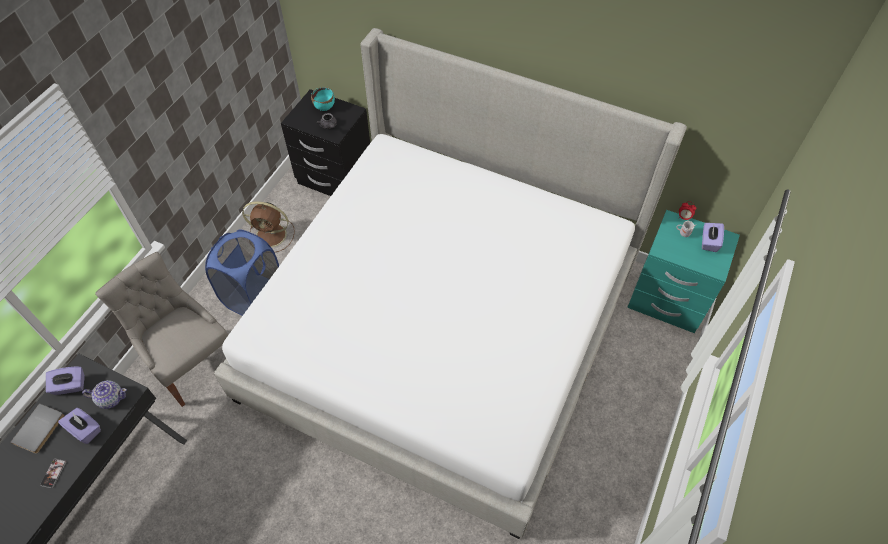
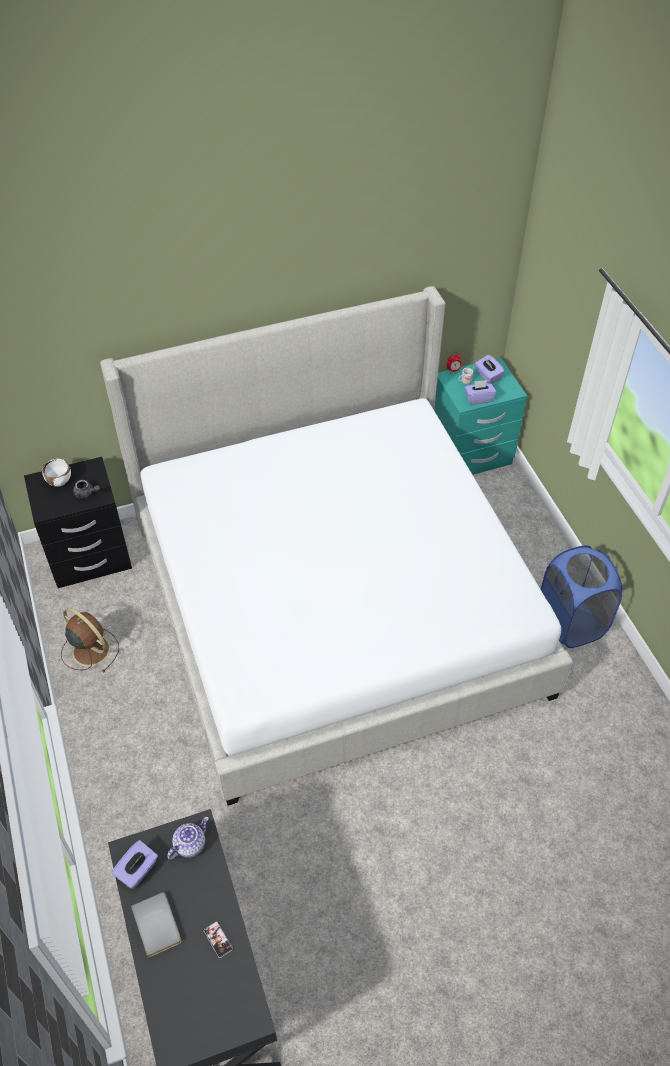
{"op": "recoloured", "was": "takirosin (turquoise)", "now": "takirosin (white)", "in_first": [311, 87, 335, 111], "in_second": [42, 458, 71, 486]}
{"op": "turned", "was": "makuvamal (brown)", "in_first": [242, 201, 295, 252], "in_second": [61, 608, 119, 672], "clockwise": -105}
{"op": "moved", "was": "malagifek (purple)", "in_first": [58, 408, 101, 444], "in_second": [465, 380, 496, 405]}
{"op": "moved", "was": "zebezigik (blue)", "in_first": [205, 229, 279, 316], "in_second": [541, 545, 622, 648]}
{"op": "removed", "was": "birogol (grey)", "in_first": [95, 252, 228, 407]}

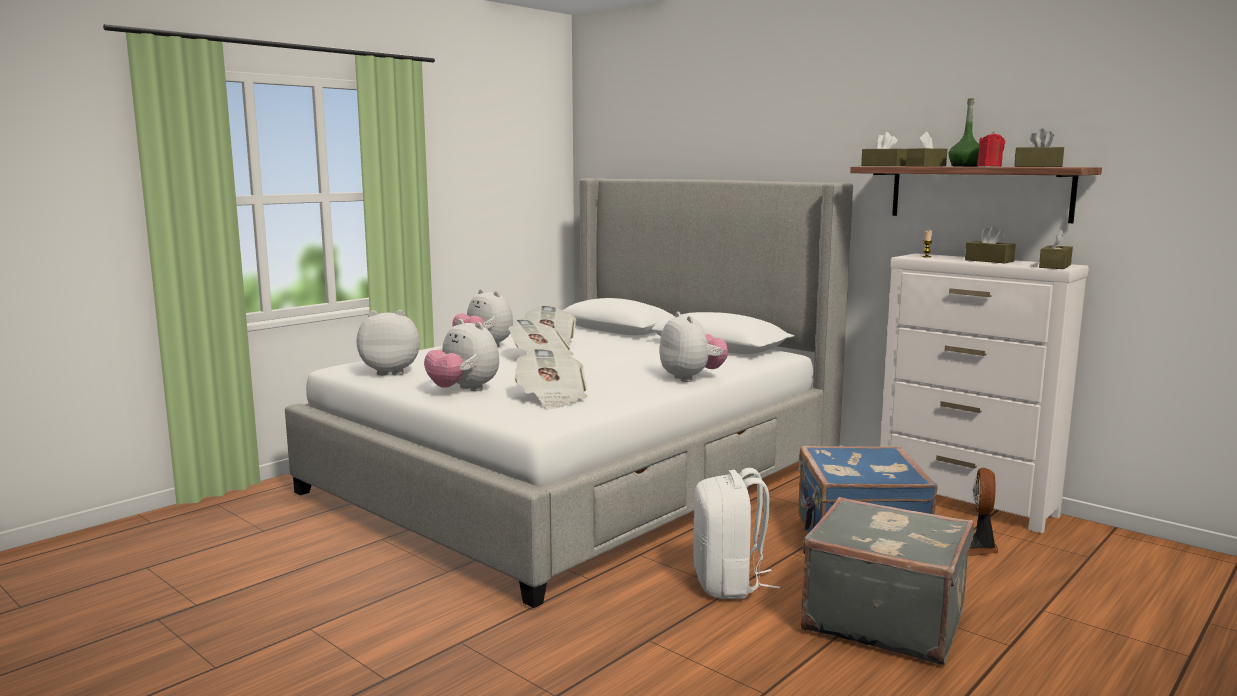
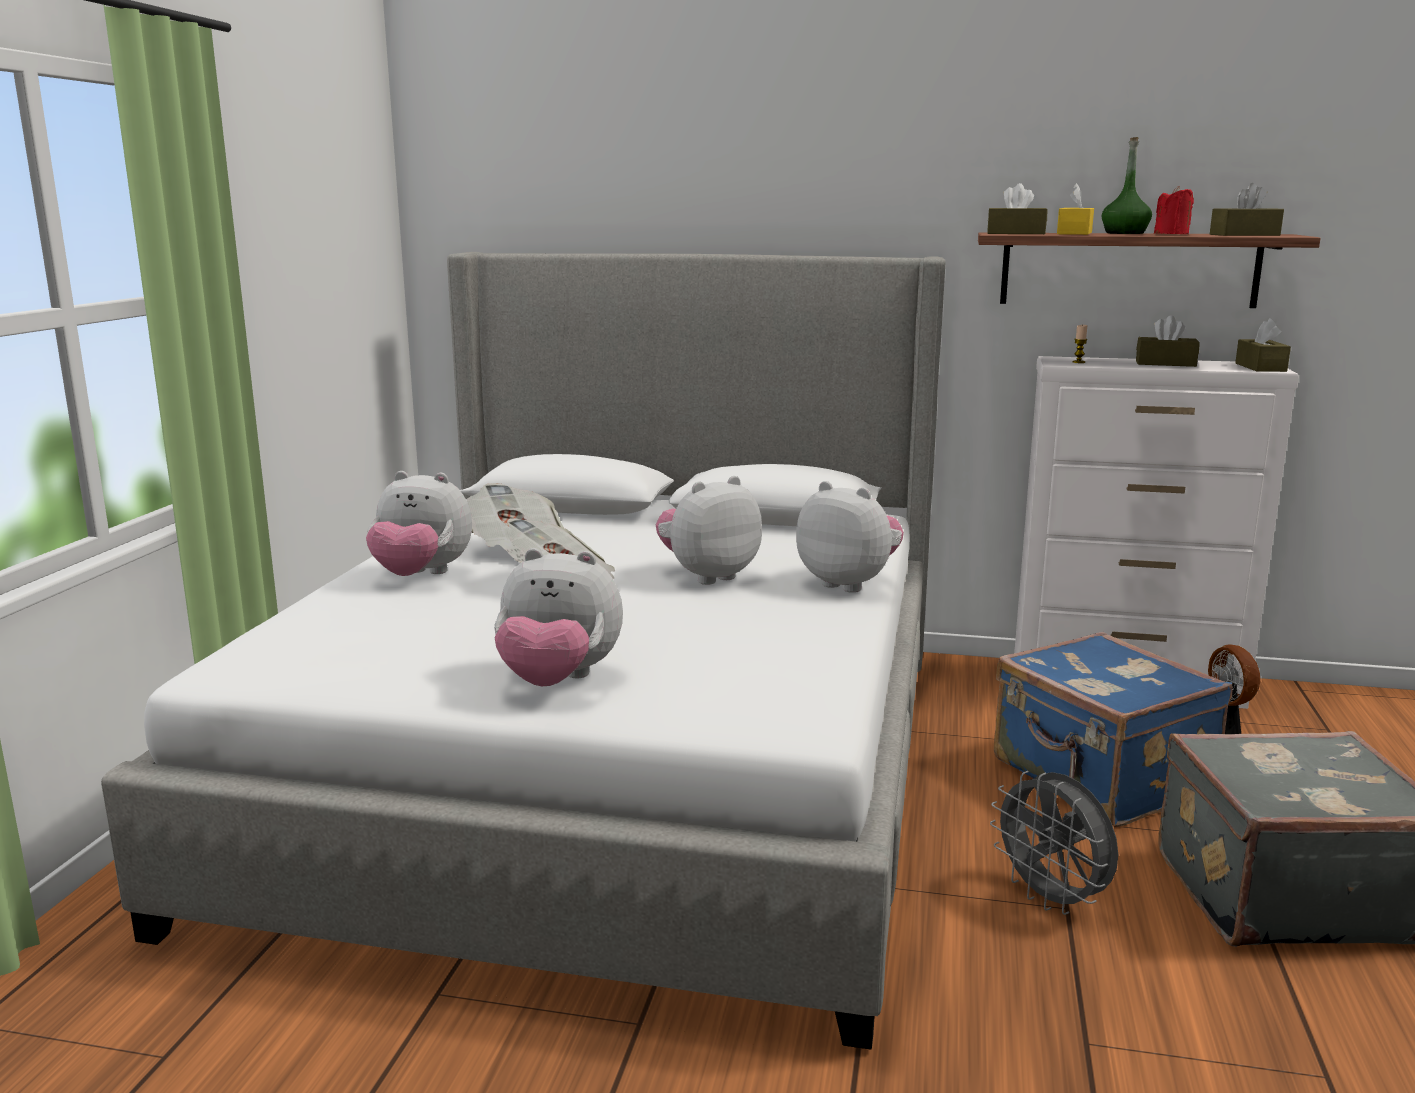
{"op": "moved", "was": "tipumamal", "in_first": [357, 310, 420, 376], "in_second": [656, 476, 762, 585]}
{"op": "replaced", "was": "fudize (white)", "now": "makuvamal (grey)", "in_first": [693, 468, 780, 599], "in_second": [990, 771, 1118, 915]}
{"op": "recoloured", "was": "malagifek (brown)", "now": "malagifek (yellow)", "in_first": [906, 132, 947, 166], "in_second": [1057, 184, 1094, 235]}
{"op": "removed", "was": "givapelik", "in_first": [515, 348, 587, 409]}

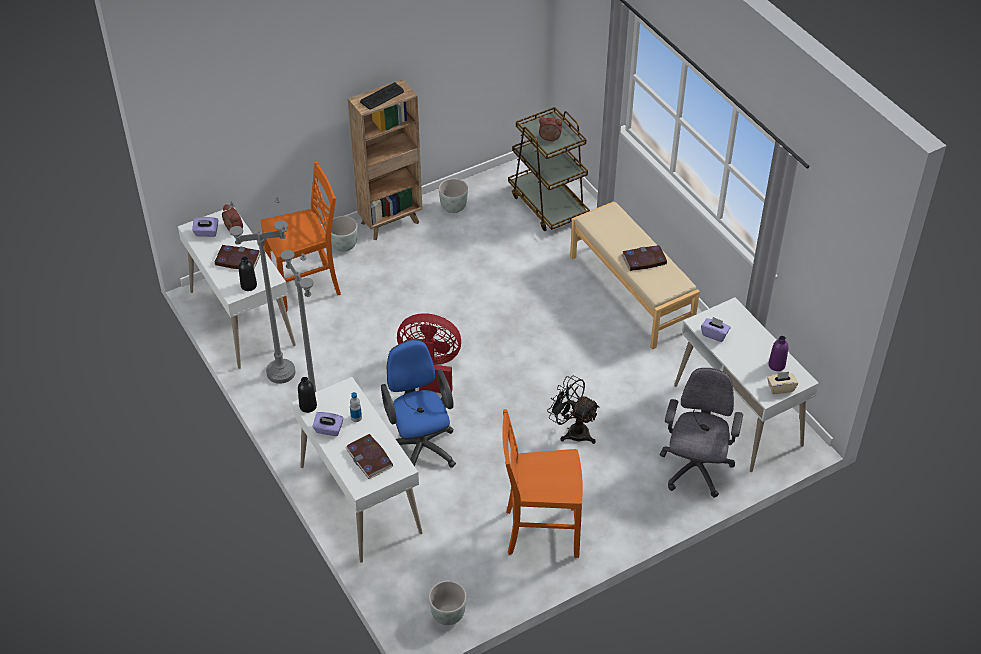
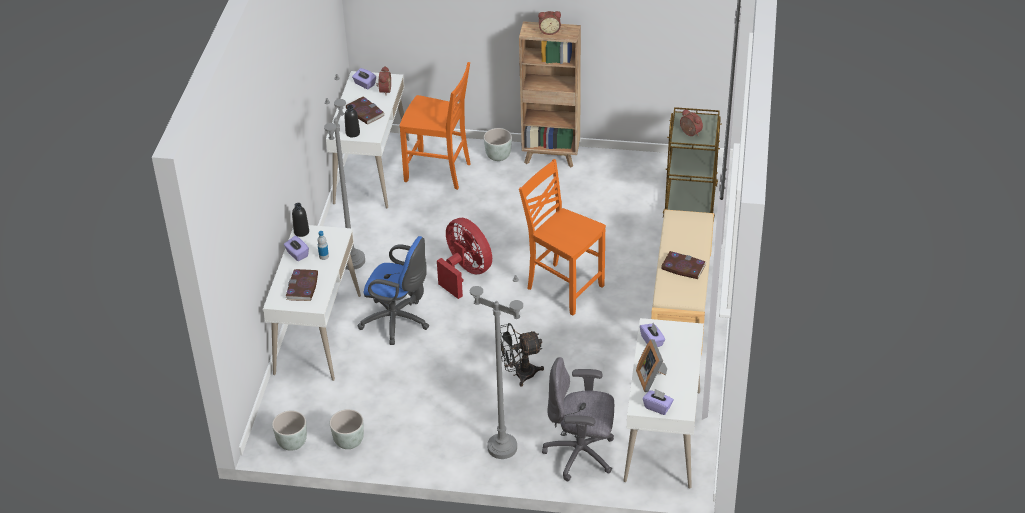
{"op": "moved", "was": "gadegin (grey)", "in_first": [439, 178, 468, 213], "in_second": [330, 409, 364, 449]}
{"op": "turned", "was": "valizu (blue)", "in_first": [381, 339, 456, 468], "in_second": [358, 236, 429, 345], "clockwise": 90}
{"op": "moved", "was": "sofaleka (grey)", "in_first": [229, 196, 295, 384], "in_second": [470, 261, 523, 459]}
{"op": "turned", "was": "makuvamal (black)", "in_first": [547, 376, 600, 444], "in_second": [500, 323, 544, 387], "clockwise": -90}
{"op": "moved", "was": "birogol (orange)", "in_first": [502, 409, 583, 558], "in_second": [519, 159, 606, 315]}
{"op": "replaced", "was": "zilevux", "now": "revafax", "in_first": [360, 82, 404, 109], "in_second": [538, 11, 561, 35]}
{"op": "turned", "was": "valizu (grey)", "in_first": [660, 368, 743, 498], "in_second": [542, 357, 614, 481], "clockwise": -135}
{"op": "added", "now": "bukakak", "in_second": [636, 339, 667, 392]}
{"op": "recoloured", "was": "malagifek (beige)", "now": "malagifek (purple)", "in_first": [767, 372, 798, 394], "in_second": [643, 389, 674, 415]}
{"op": "removed", "was": "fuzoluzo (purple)", "in_first": [768, 336, 789, 371]}

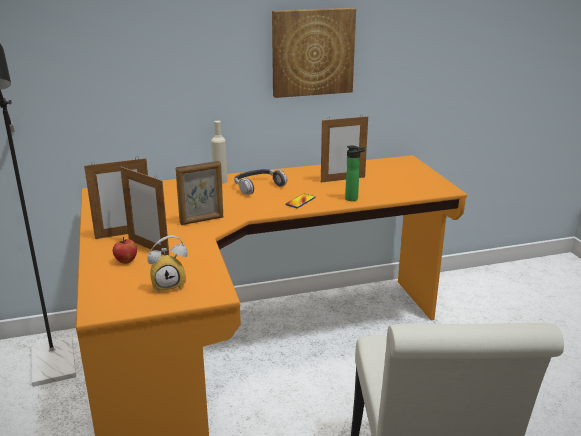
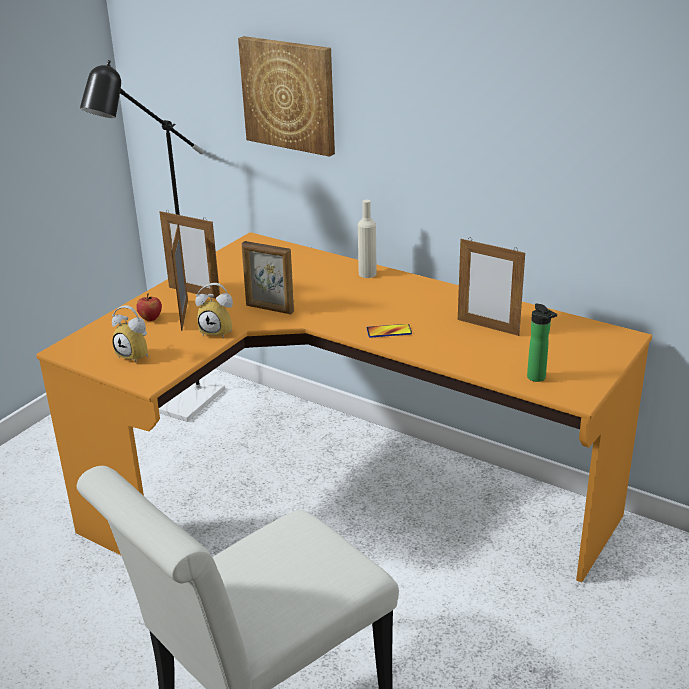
{"op": "added", "now": "revafax", "in_second": [195, 283, 233, 338]}
{"op": "moved", "was": "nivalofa", "in_first": [272, 8, 356, 98], "in_second": [238, 36, 335, 157]}
{"op": "moved", "was": "fuzoluzo", "in_first": [345, 145, 366, 201], "in_second": [527, 304, 557, 382]}
{"op": "removed", "was": "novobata", "in_first": [234, 169, 287, 195]}

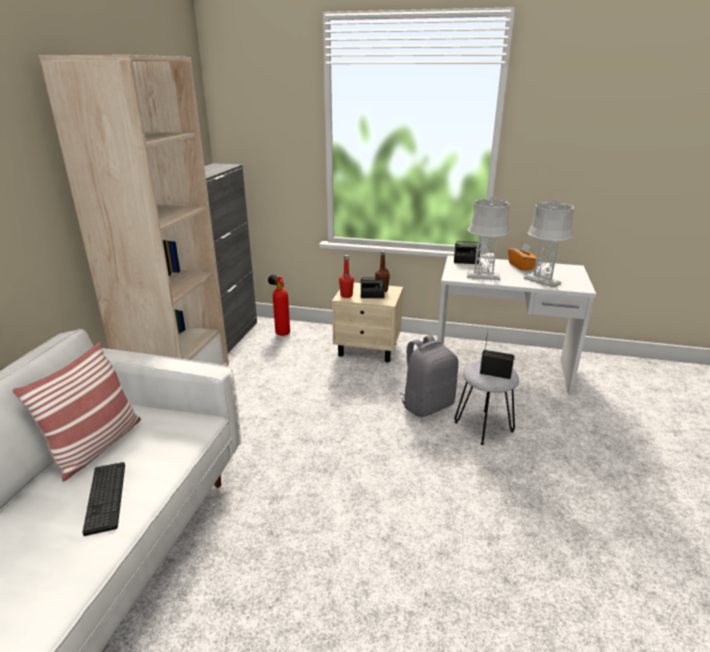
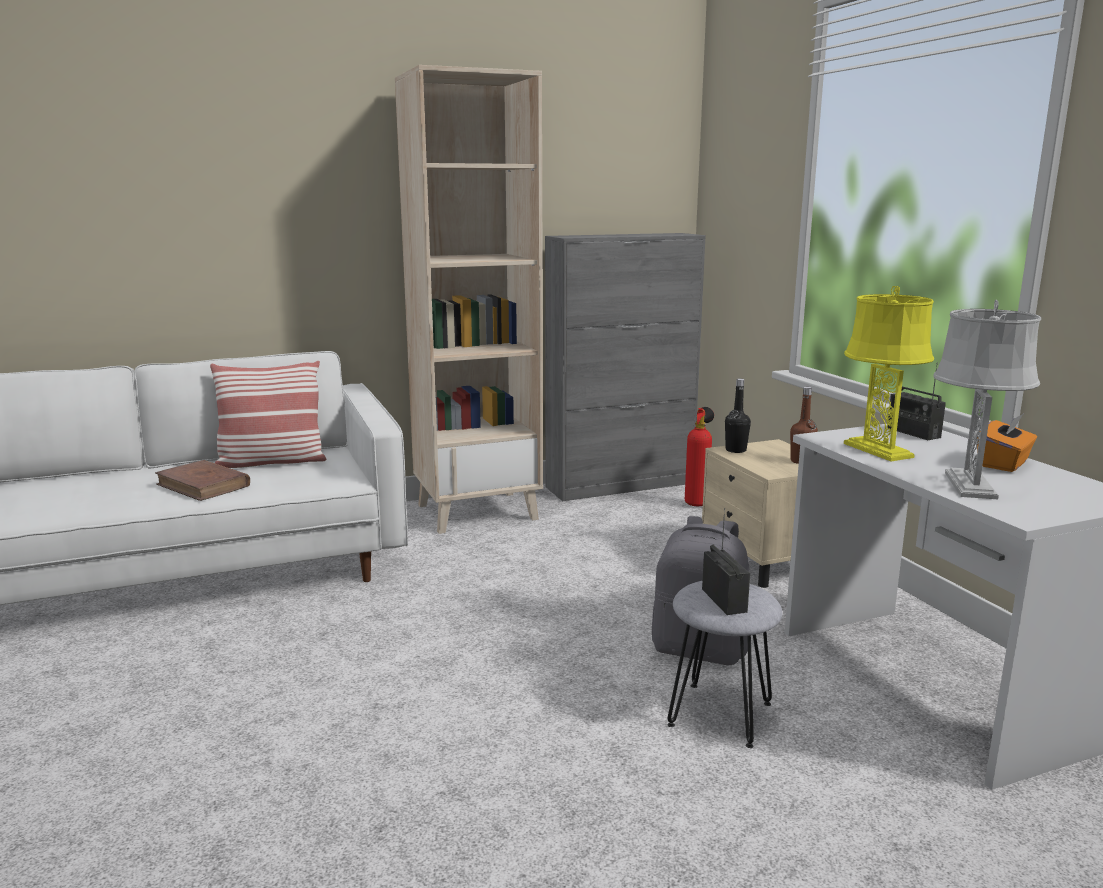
{"op": "replaced", "was": "zilevux", "now": "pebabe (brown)", "in_first": [82, 462, 125, 536], "in_second": [155, 460, 250, 501]}
{"op": "recoloured", "was": "fuzoluzo (red)", "now": "fuzoluzo (black)", "in_first": [339, 255, 354, 298], "in_second": [725, 378, 751, 453]}
{"op": "recoloured", "was": "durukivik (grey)", "now": "durukivik (yellow)", "in_first": [467, 197, 510, 280], "in_second": [844, 286, 934, 461]}
{"op": "removed", "was": "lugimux", "in_first": [360, 271, 385, 298]}

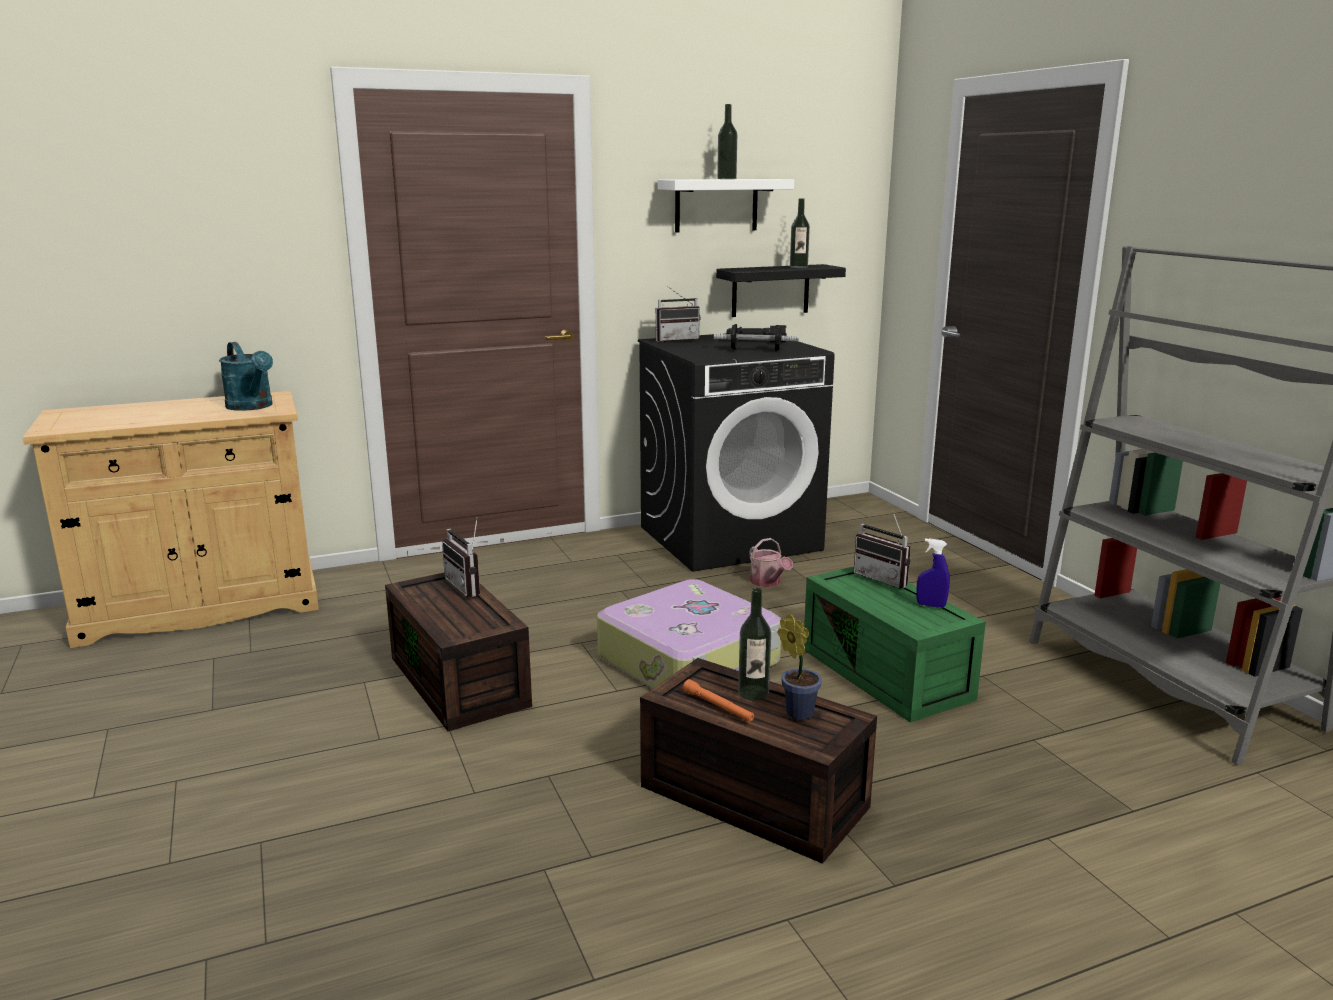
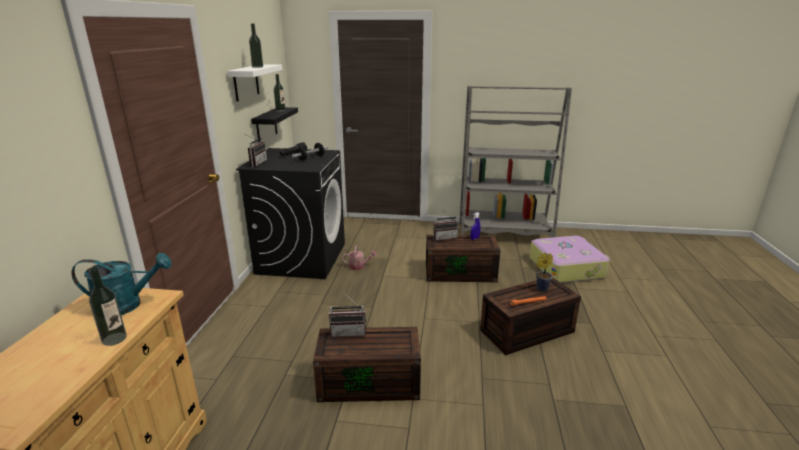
{"op": "moved", "was": "fuzoluzo", "in_first": [738, 588, 771, 700], "in_second": [89, 267, 127, 346]}
{"op": "recoloured", "was": "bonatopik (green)", "now": "bonatopik (brown)", "in_first": [804, 566, 986, 723], "in_second": [426, 235, 500, 282]}
{"op": "moved", "was": "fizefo", "in_first": [597, 579, 781, 689], "in_second": [529, 236, 610, 283]}

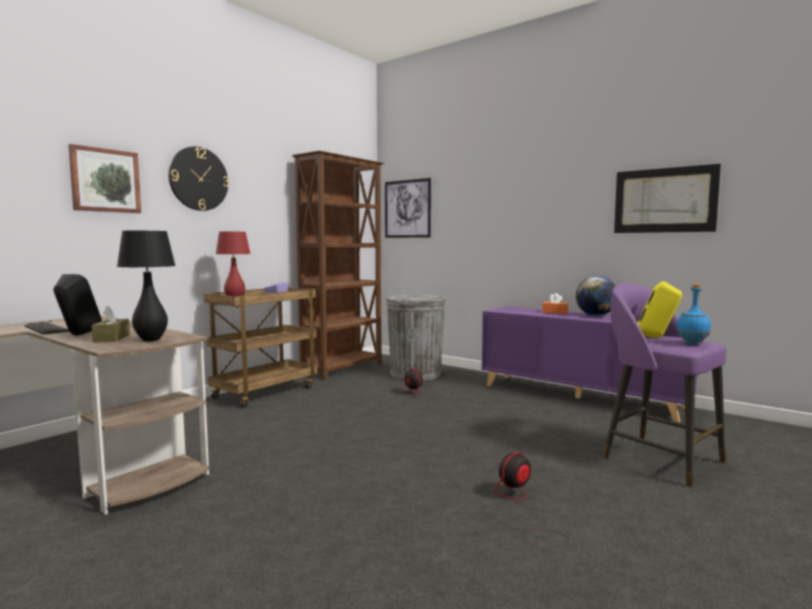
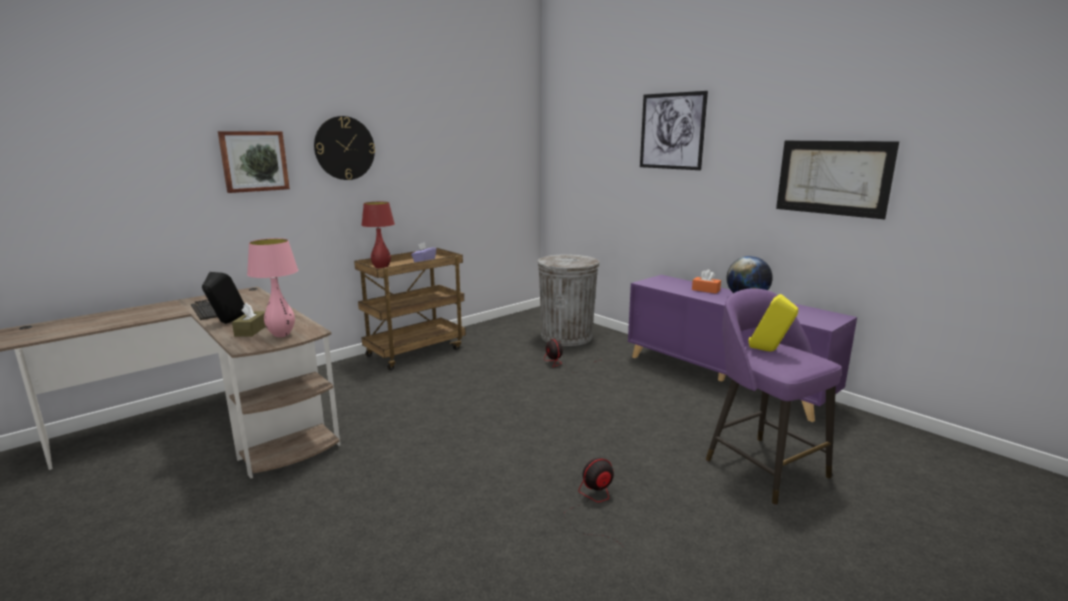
{"op": "recoloured", "was": "durukivik (black)", "now": "durukivik (pink)", "in_first": [117, 231, 176, 341], "in_second": [247, 238, 298, 337]}
{"op": "moved", "was": "nivalofa", "in_first": [385, 178, 431, 238], "in_second": [640, 91, 708, 170]}
{"op": "removed", "was": "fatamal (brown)", "in_first": [292, 151, 384, 380]}
{"op": "removed", "was": "fuzoluzo (blue)", "in_first": [676, 284, 711, 345]}

